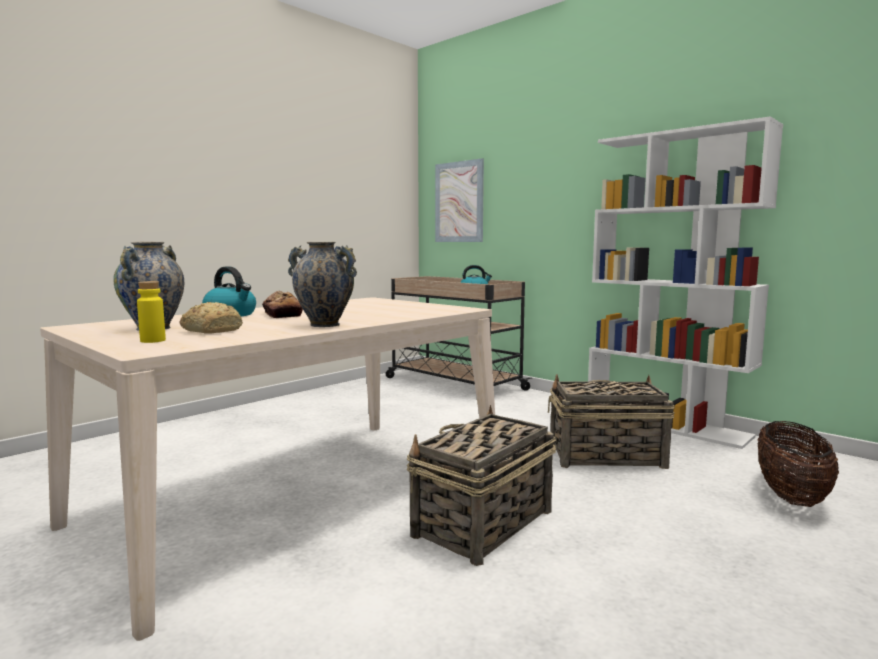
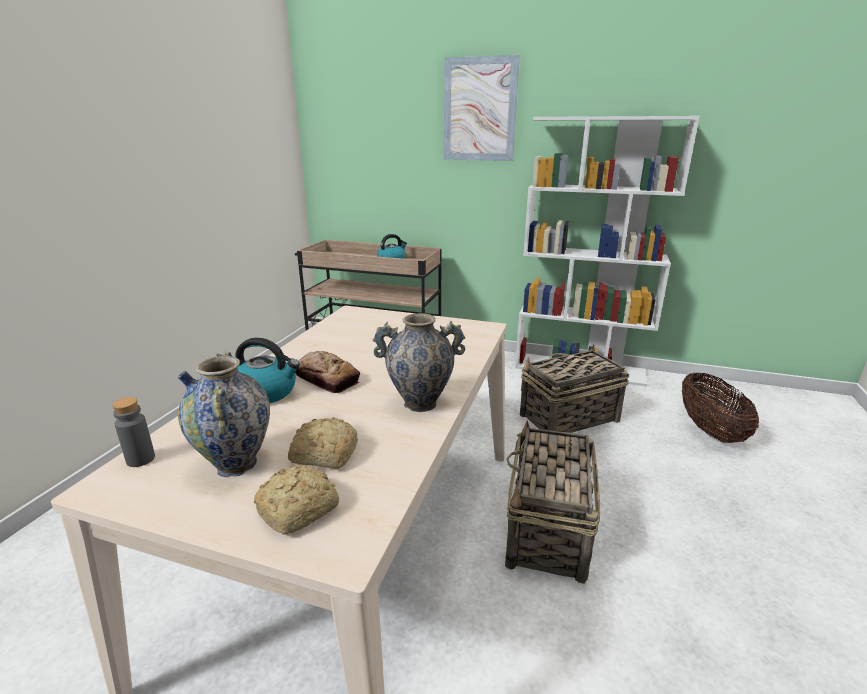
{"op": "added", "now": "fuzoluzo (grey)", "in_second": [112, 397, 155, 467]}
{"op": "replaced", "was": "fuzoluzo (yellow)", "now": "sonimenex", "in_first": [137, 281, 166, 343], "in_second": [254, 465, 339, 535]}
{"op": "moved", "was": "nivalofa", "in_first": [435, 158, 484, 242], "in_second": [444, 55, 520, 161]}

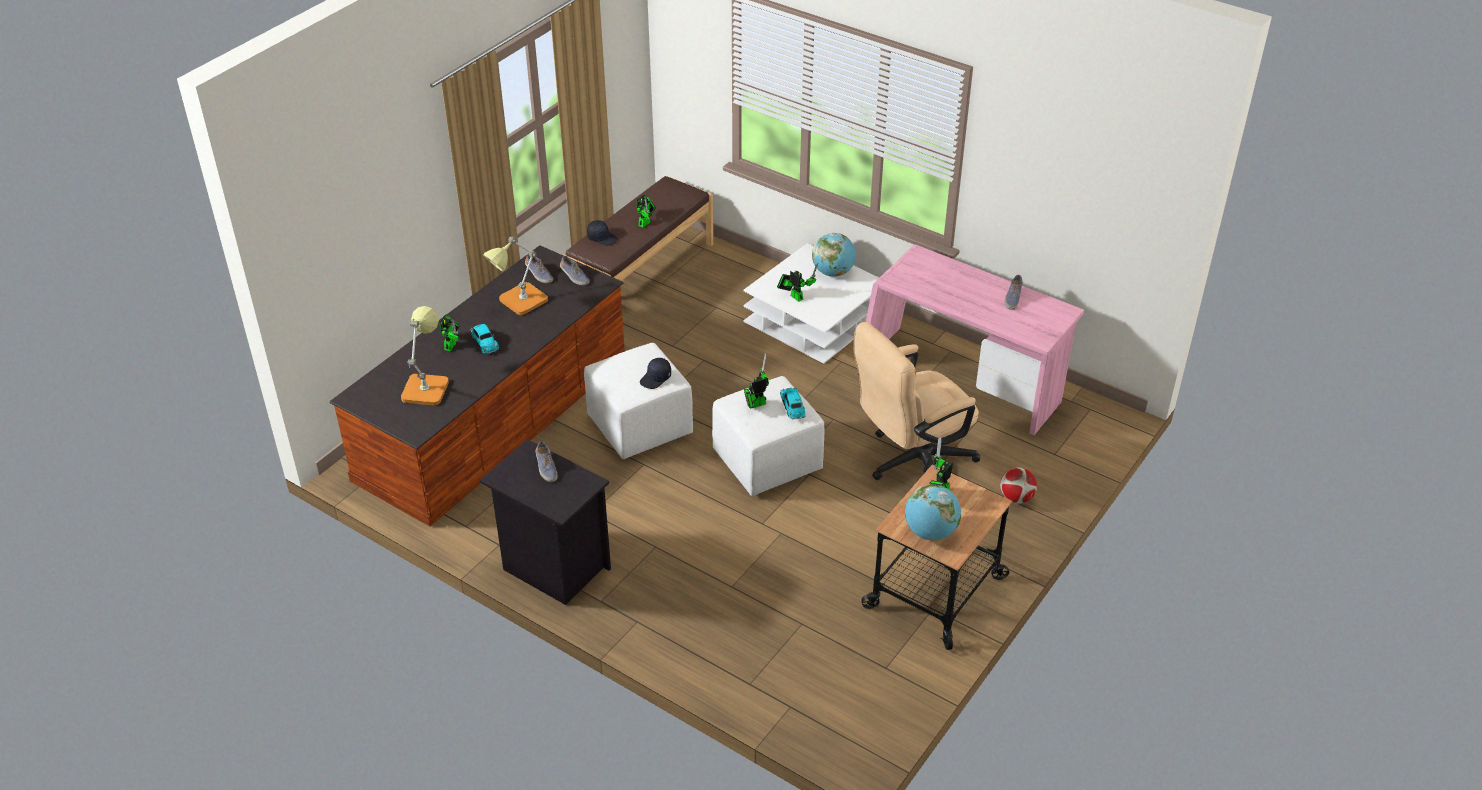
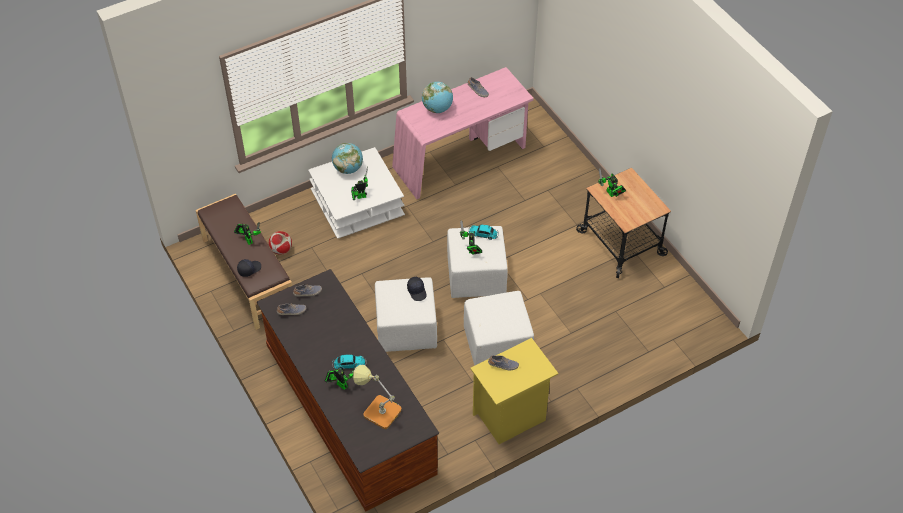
{"op": "moved", "was": "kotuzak", "in_first": [1000, 467, 1037, 504], "in_second": [269, 231, 292, 255]}
{"op": "moved", "was": "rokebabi", "in_first": [905, 484, 961, 540], "in_second": [422, 82, 453, 113]}
{"op": "added", "now": "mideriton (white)", "in_second": [464, 291, 534, 366]}
{"op": "recoloured", "was": "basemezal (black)", "now": "basemezal (yellow)", "in_first": [479, 439, 611, 605], "in_second": [470, 338, 558, 444]}
{"op": "removed", "was": "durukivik", "in_first": [483, 237, 548, 315]}
{"op": "removed", "was": "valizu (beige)", "in_first": [854, 322, 980, 480]}

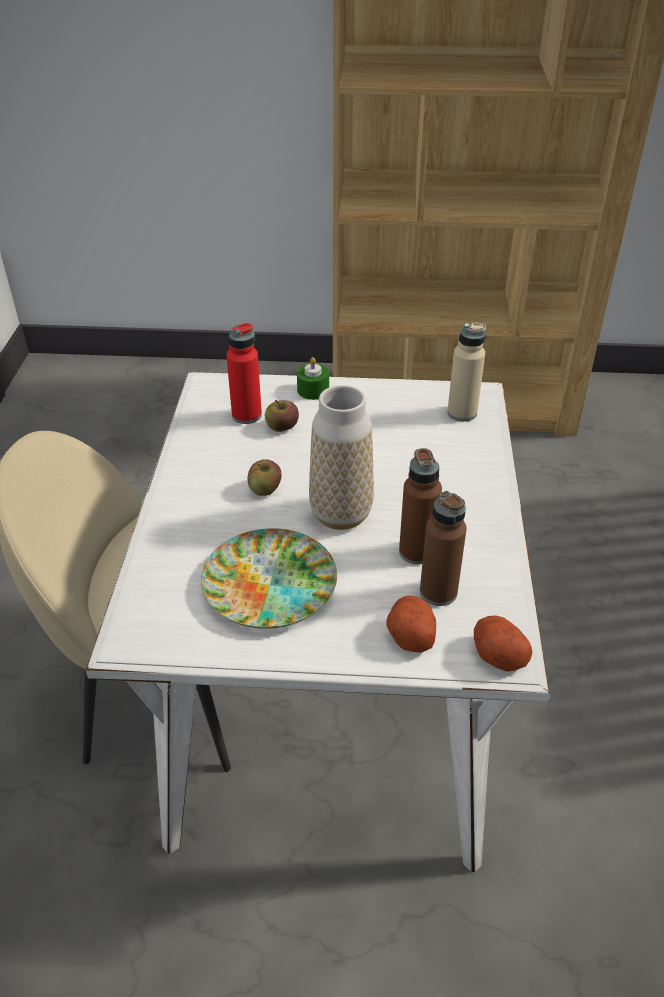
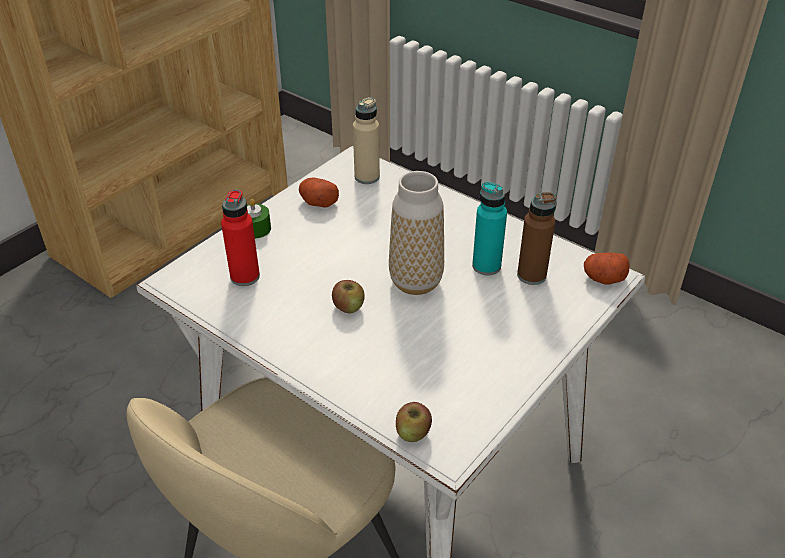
{"op": "moved", "was": "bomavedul", "in_first": [387, 596, 436, 653], "in_second": [299, 177, 339, 207]}
{"op": "moved", "was": "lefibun", "in_first": [265, 400, 299, 432], "in_second": [396, 402, 432, 442]}
{"op": "recoloured", "was": "fuzoluzo (brown)", "now": "fuzoluzo (turquoise)", "in_first": [399, 448, 442, 564], "in_second": [472, 182, 507, 275]}
{"op": "removed", "was": "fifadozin", "in_first": [201, 528, 337, 629]}

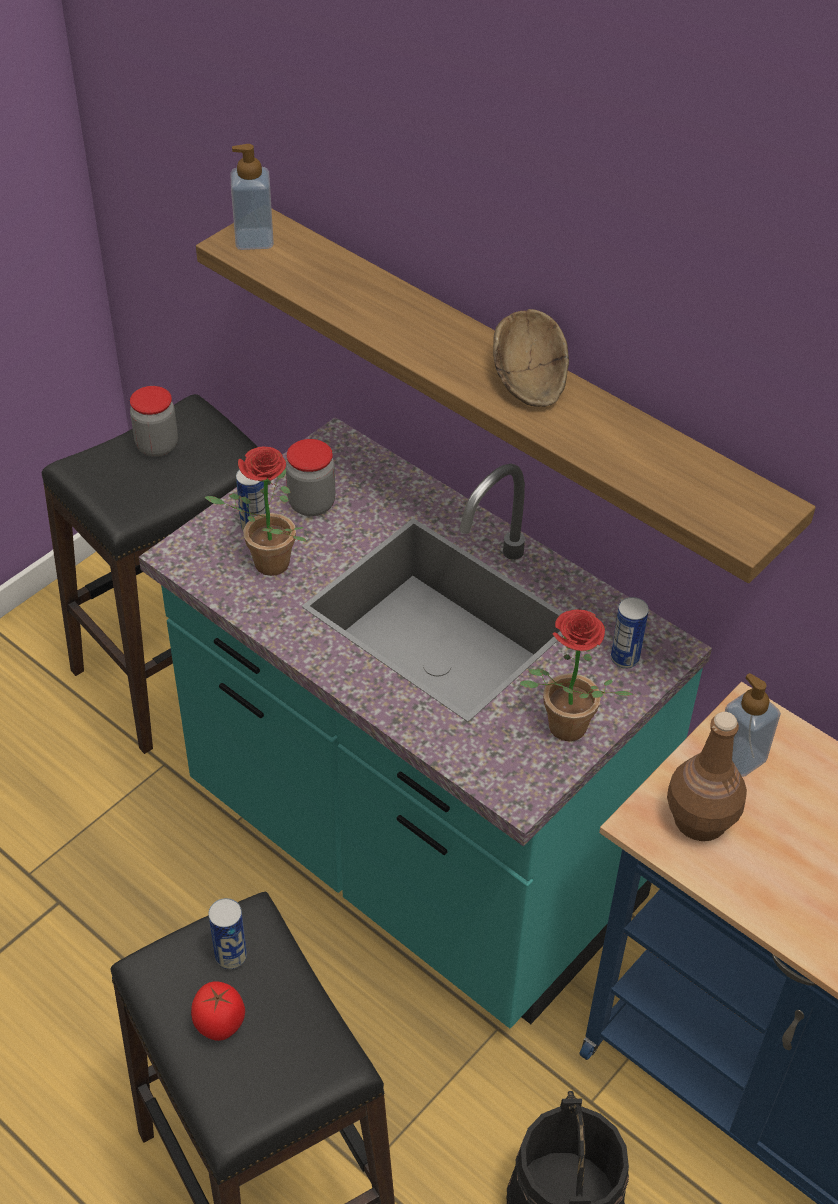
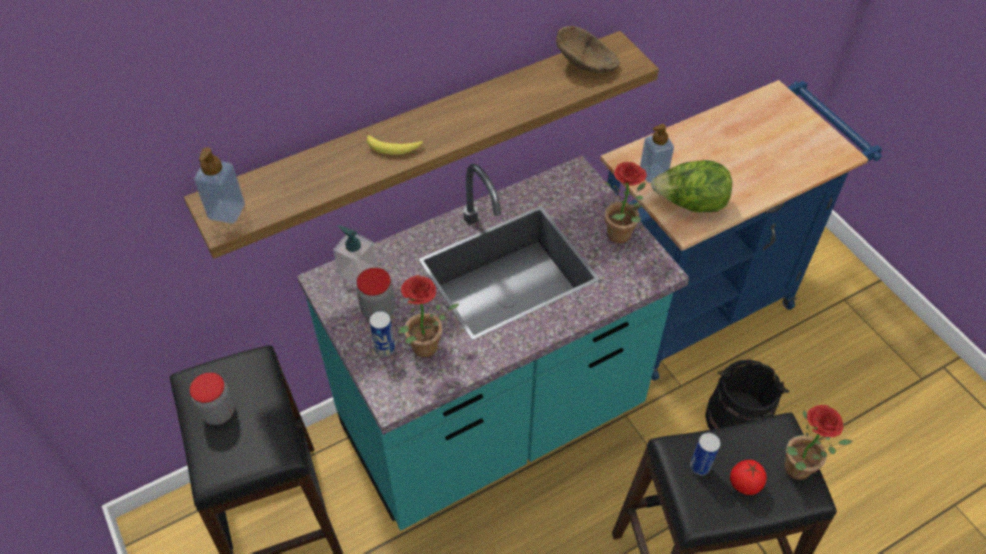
{"op": "added", "now": "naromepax", "in_second": [333, 225, 377, 285]}
{"op": "added", "now": "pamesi", "in_second": [366, 132, 423, 155]}
{"op": "moved", "was": "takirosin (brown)", "in_first": [493, 309, 569, 407], "in_second": [556, 26, 620, 73]}
{"op": "replaced", "was": "fuzoluzo (brown)", "now": "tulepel", "in_first": [667, 712, 747, 841], "in_second": [651, 160, 732, 212]}
{"op": "added", "now": "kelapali", "in_second": [785, 405, 853, 480]}
{"op": "removed", "was": "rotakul", "in_first": [611, 597, 649, 669]}

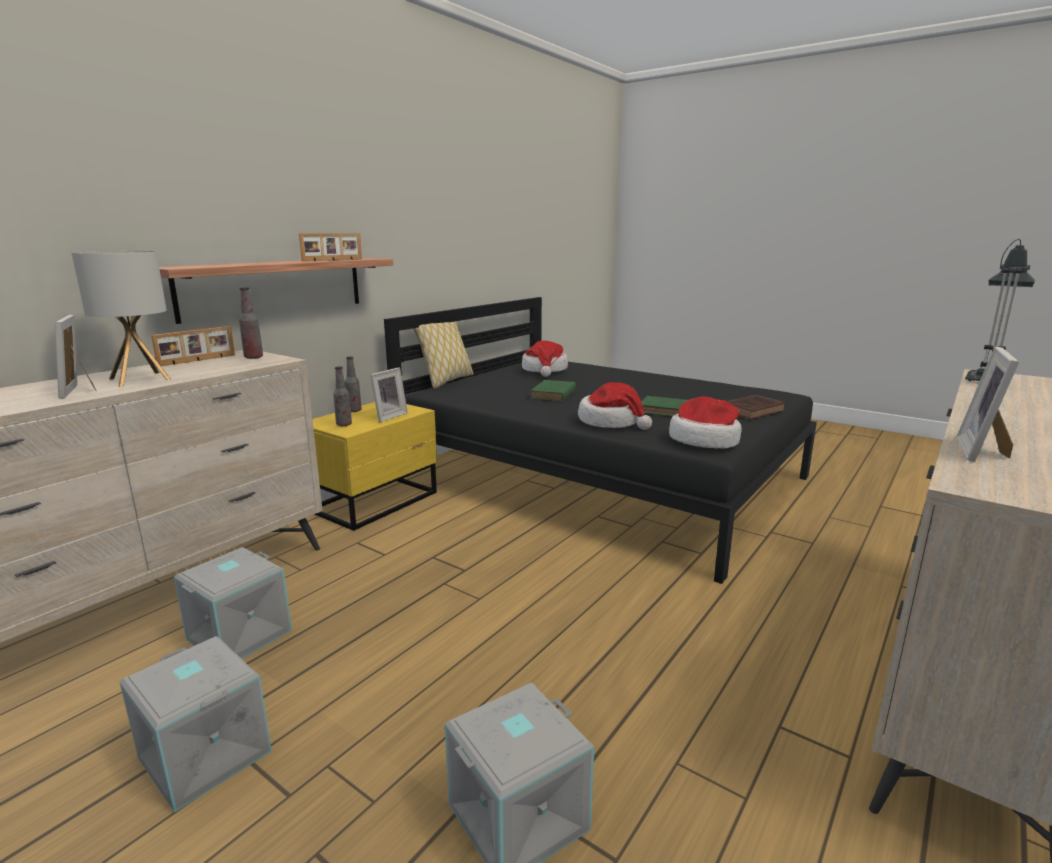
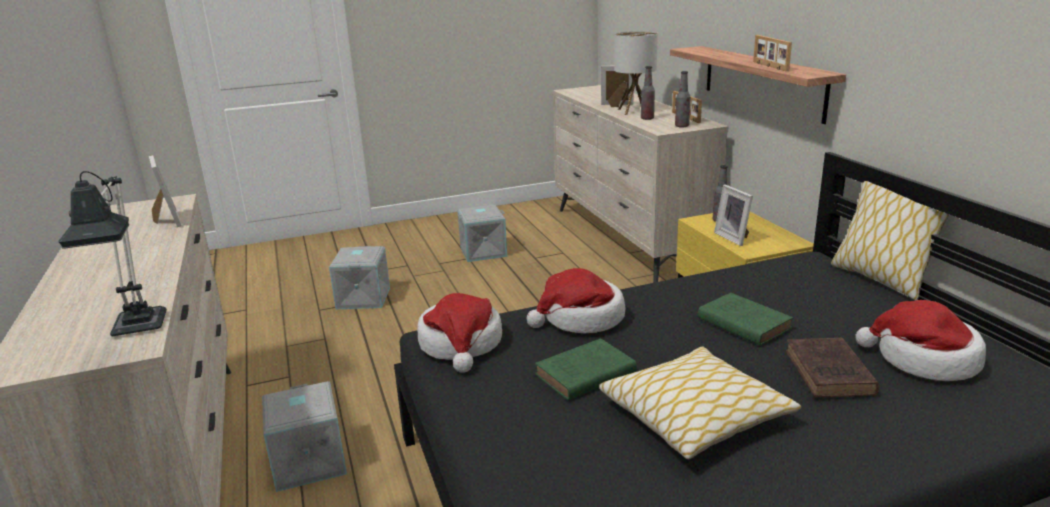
{"op": "moved", "was": "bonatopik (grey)", "in_first": [174, 547, 292, 659], "in_second": [262, 381, 347, 492]}
{"op": "added", "now": "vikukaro", "in_second": [599, 346, 801, 459]}
{"op": "moved", "was": "fuzoluzo", "in_first": [345, 356, 362, 412], "in_second": [641, 66, 655, 120]}
{"op": "moved", "was": "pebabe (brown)", "in_first": [727, 395, 786, 419], "in_second": [785, 337, 880, 398]}

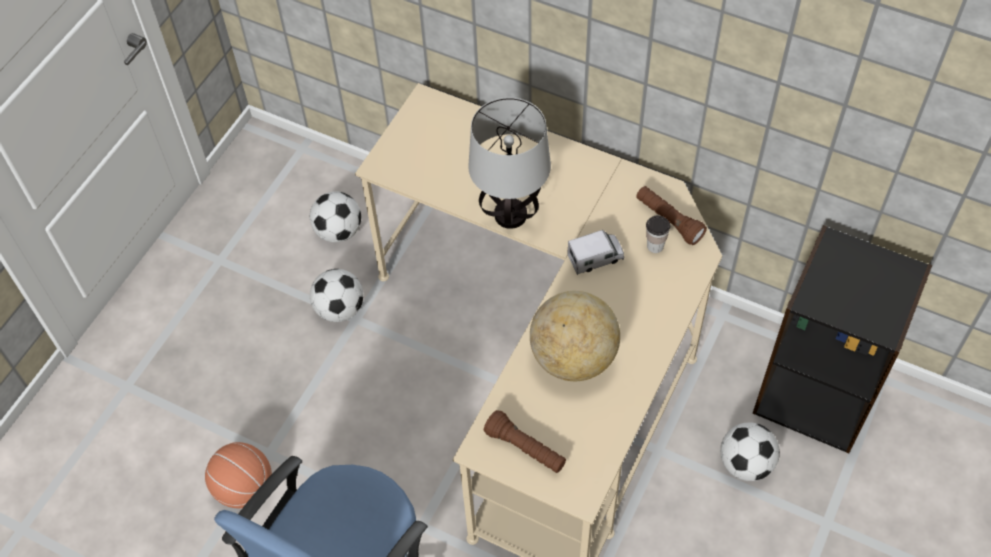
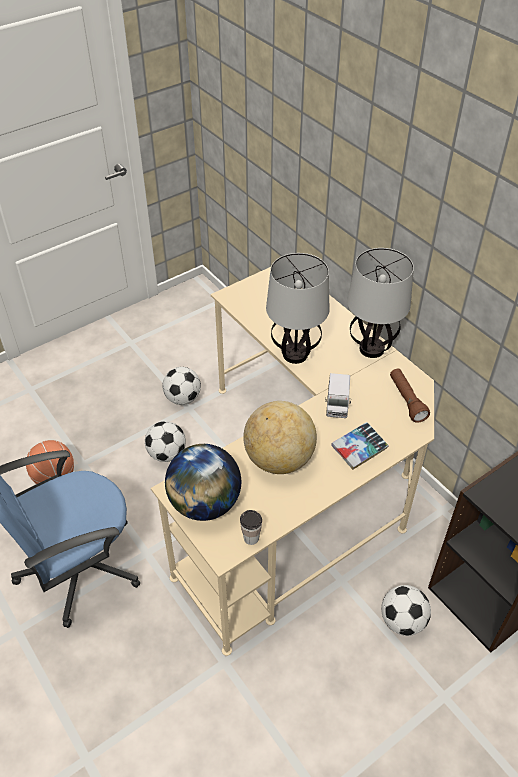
{"op": "moved", "was": "kotuzak", "in_first": [310, 191, 361, 243], "in_second": [145, 421, 186, 462]}
{"op": "replaced", "was": "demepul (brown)", "now": "rokebabi", "in_first": [484, 410, 566, 473], "in_second": [165, 444, 241, 521]}
{"op": "moved", "was": "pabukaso", "in_first": [646, 216, 670, 253], "in_second": [240, 510, 262, 545]}
{"op": "turned", "was": "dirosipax", "in_first": [567, 229, 624, 275], "in_second": [325, 373, 351, 418], "clockwise": 90}
{"op": "added", "now": "pebabe", "in_second": [331, 422, 389, 470]}
{"op": "added", "now": "durukivik", "in_second": [347, 248, 414, 358]}

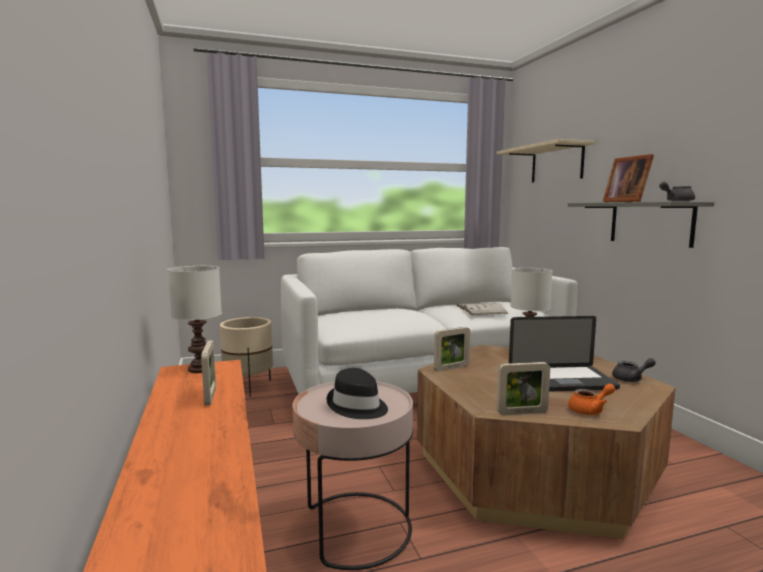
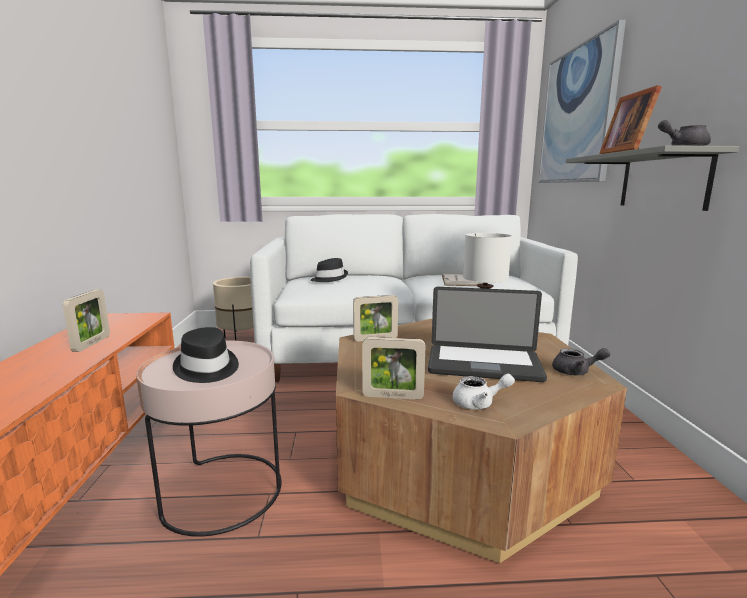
{"op": "added", "now": "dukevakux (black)", "in_second": [311, 258, 348, 282]}
{"op": "recoloured", "was": "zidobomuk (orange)", "now": "zidobomuk (white)", "in_first": [568, 384, 615, 415], "in_second": [453, 374, 515, 410]}
{"op": "replaced", "was": "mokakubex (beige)", "now": "nivalofa", "in_first": [496, 139, 595, 182], "in_second": [539, 20, 626, 183]}
{"op": "removed", "was": "durukivik (white)", "in_first": [168, 266, 222, 373]}

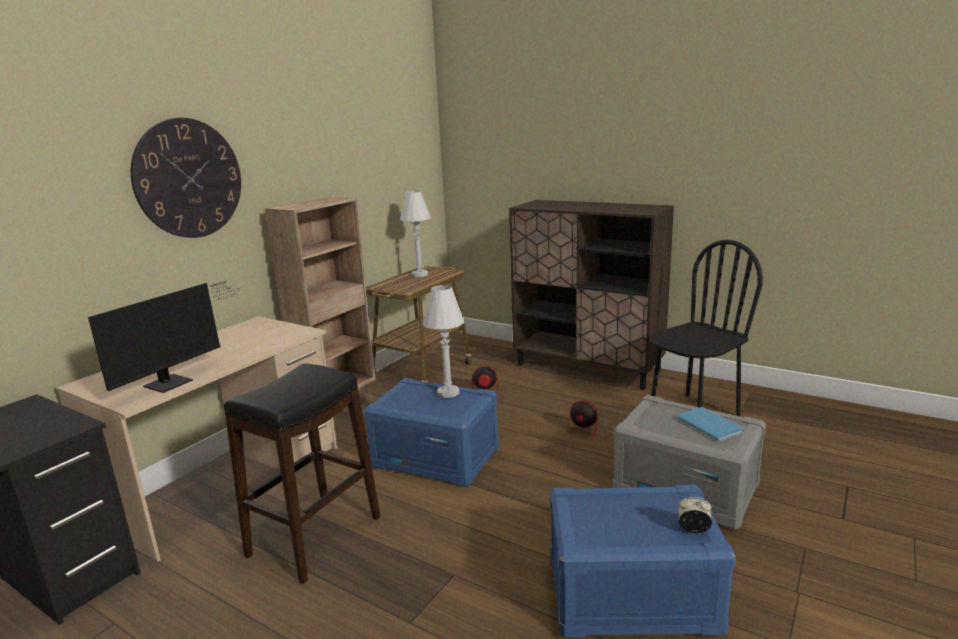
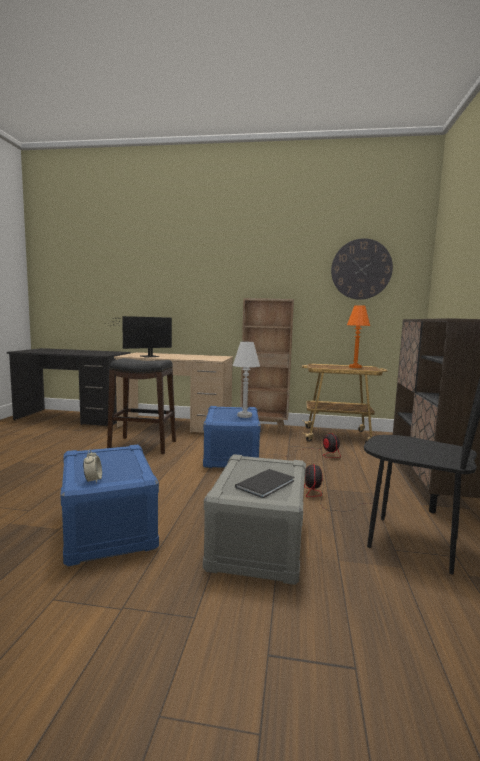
{"op": "turned", "was": "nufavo", "in_first": [88, 282, 240, 393], "in_second": [112, 316, 172, 357], "clockwise": 135}
{"op": "recoloured", "was": "pebabe (blue)", "now": "pebabe (black)", "in_first": [677, 407, 744, 442], "in_second": [235, 469, 295, 498]}
{"op": "moved", "was": "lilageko", "in_first": [131, 118, 241, 238], "in_second": [331, 238, 393, 300]}
{"op": "recoloured", "was": "durukivik (white)", "now": "durukivik (orange)", "in_first": [400, 191, 431, 277], "in_second": [347, 305, 370, 368]}

